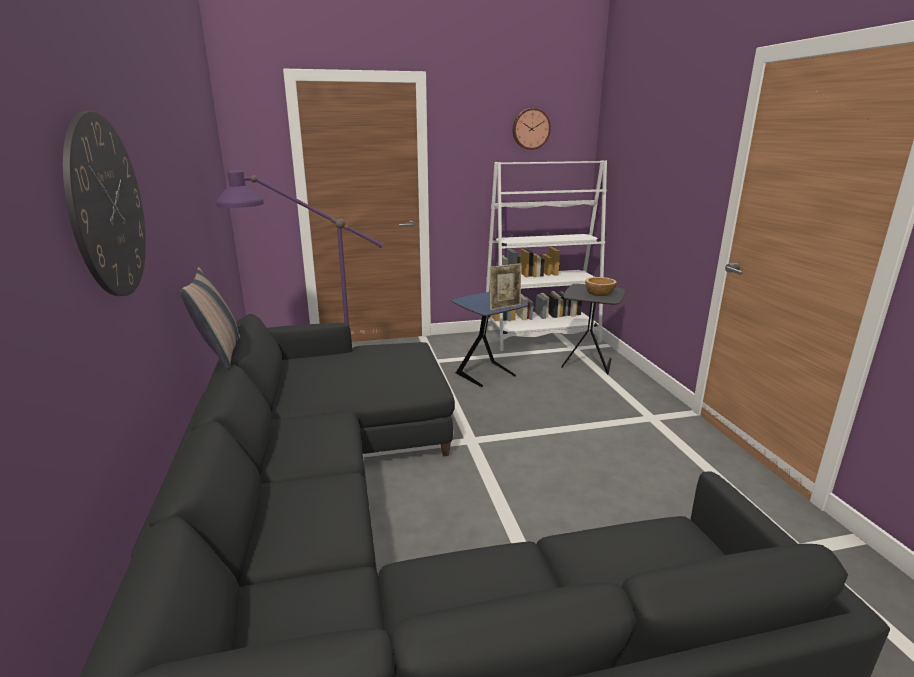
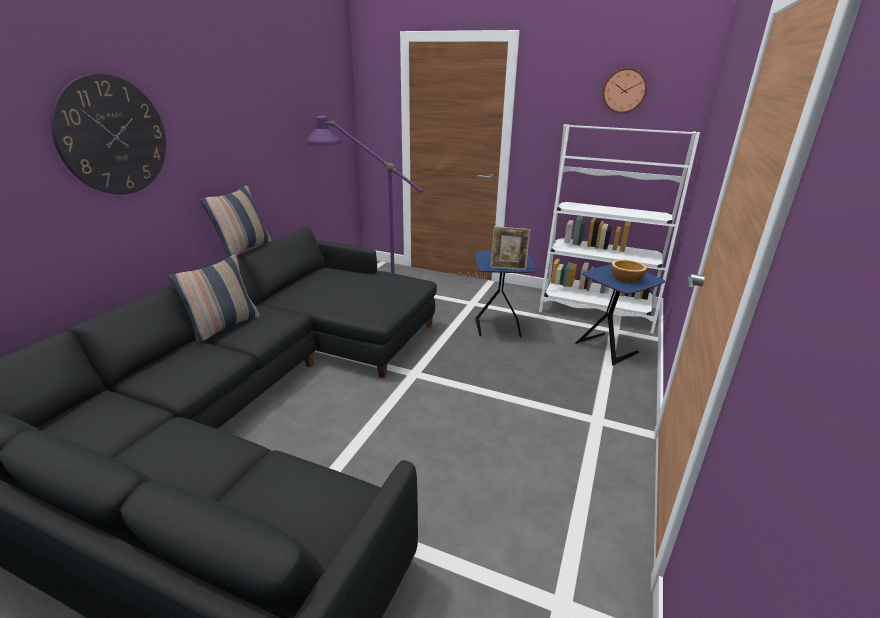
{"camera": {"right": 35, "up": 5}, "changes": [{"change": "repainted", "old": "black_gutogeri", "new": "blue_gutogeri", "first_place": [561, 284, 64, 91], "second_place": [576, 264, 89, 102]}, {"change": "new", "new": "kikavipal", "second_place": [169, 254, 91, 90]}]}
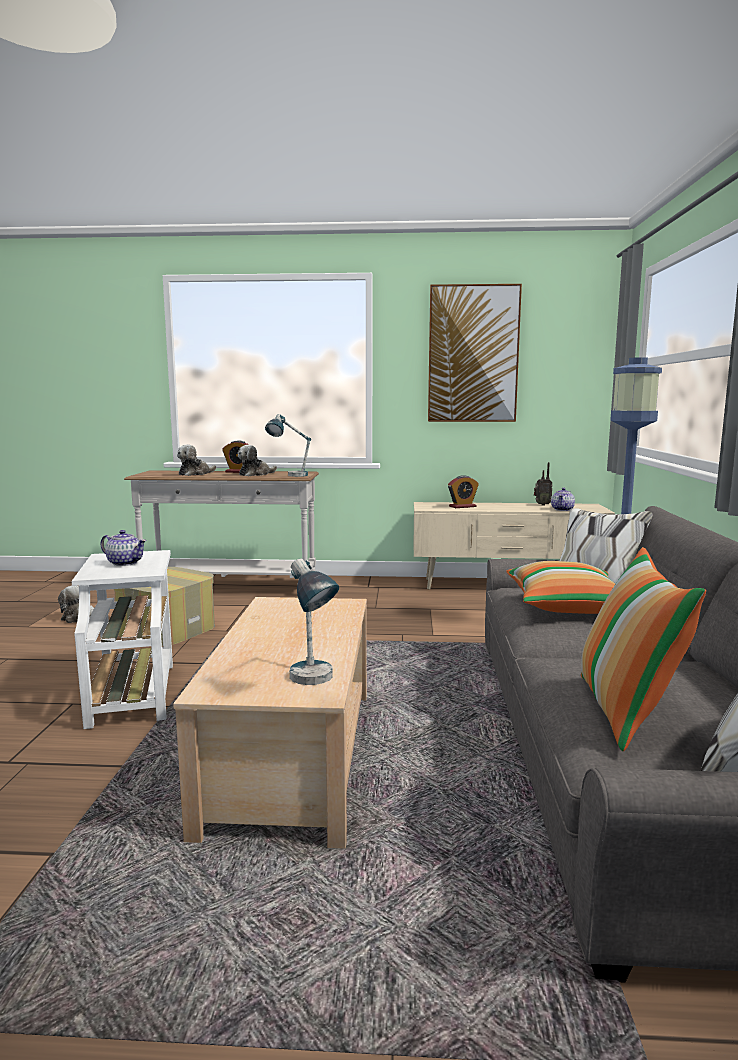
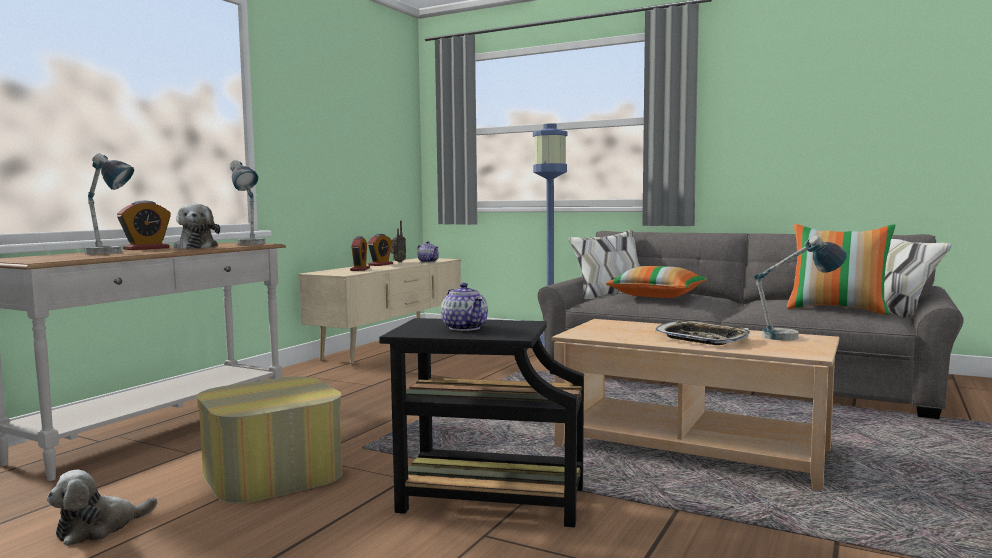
{"camera": {"right": -65, "up": -5}, "changes": [{"change": "repainted", "old": "white_gutogeri", "new": "black_gutogeri", "first_place": [72, 550, 101, 179], "second_place": [379, 318, 205, 209]}, {"change": "rotated", "old": "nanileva", "first_place": [101, 530, 46, 36], "second_place": [441, 283, 47, 48], "degrees": 105}, {"change": "swapped", "old": "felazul", "new": "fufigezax", "first_place": [177, 444, 39, 32], "second_place": [84, 153, 50, 101]}, {"change": "gone", "old": "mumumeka", "first_place": [428, 284, 94, 138]}, {"change": "new", "new": "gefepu", "second_place": [368, 234, 25, 32]}, {"change": "new", "new": "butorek", "second_place": [655, 320, 95, 25]}]}
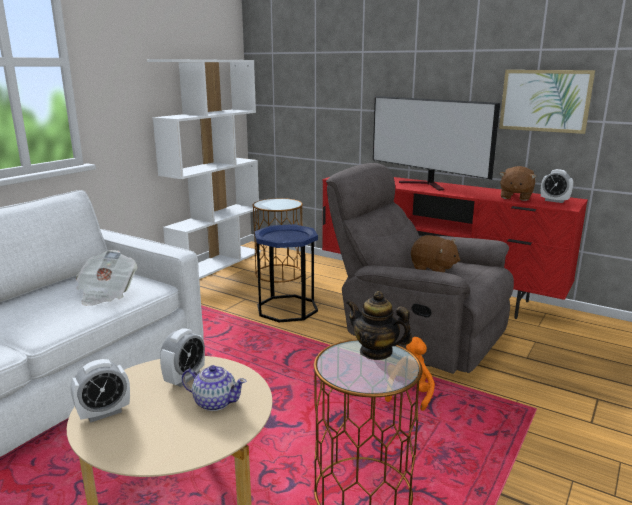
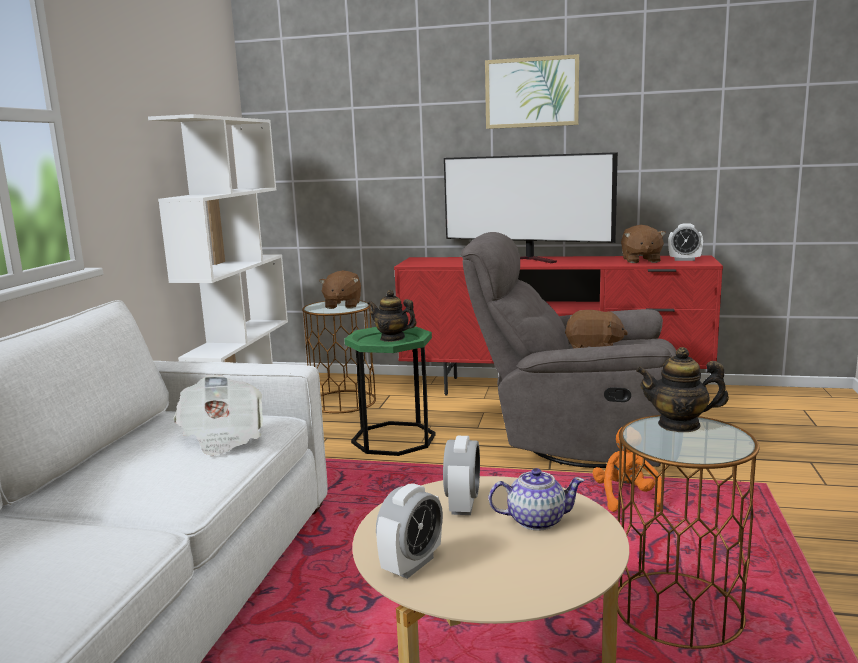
{"camera": {"right": -20, "up": -5}, "changes": [{"change": "repainted", "old": "blue_gutogeri", "new": "green_gutogeri", "first_place": [255, 224, 63, 98], "second_place": [344, 326, 92, 130]}, {"change": "shifted", "old": "mumumeka", "first_place": [499, 70, 96, 64], "second_place": [485, 54, 94, 75]}, {"change": "new", "new": "brown_felazul", "second_place": [319, 270, 42, 39]}, {"change": "new", "new": "nanileva", "second_place": [368, 290, 49, 52]}]}
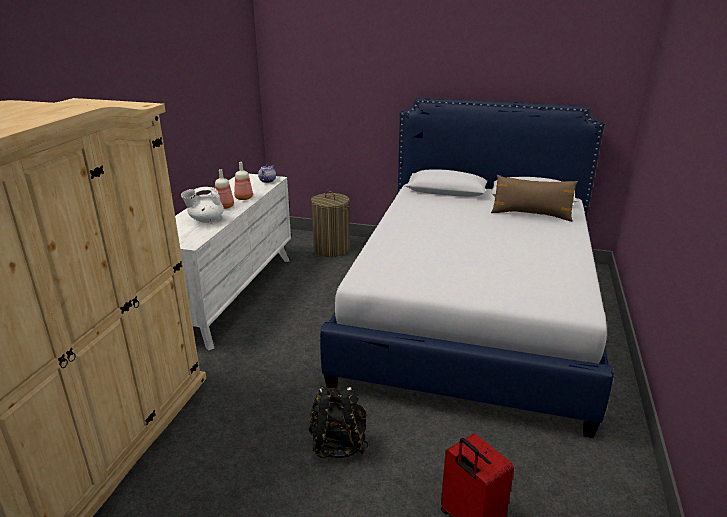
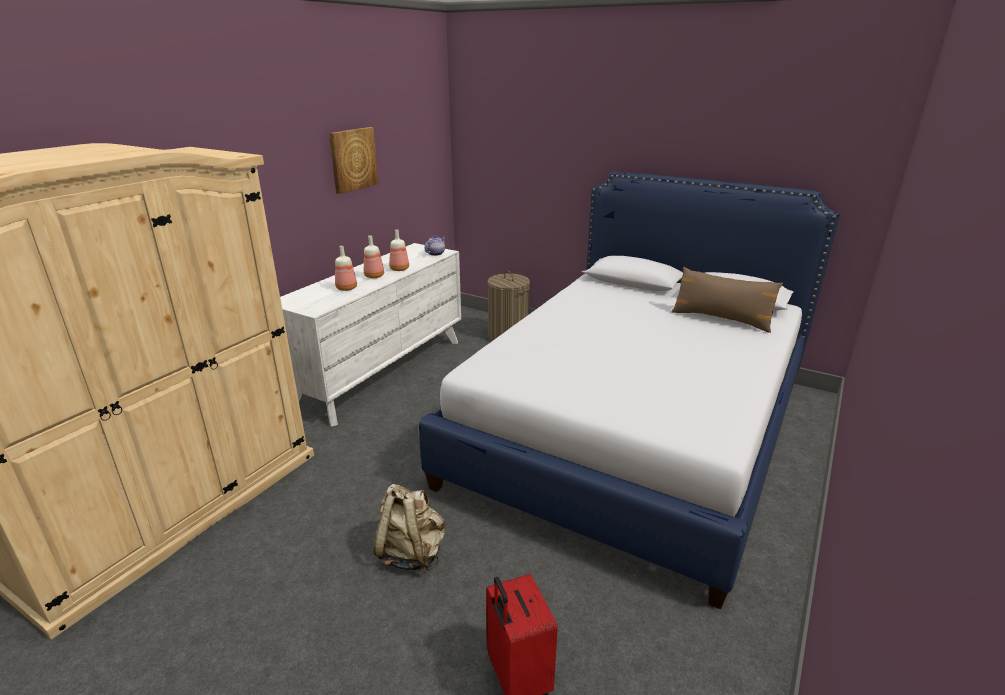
{"camera": {"right": 15, "up": 0}, "changes": [{"change": "swapped", "old": "white_nanileva", "new": "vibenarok", "first_place": [181, 187, 43, 36], "second_place": [335, 246, 22, 45]}, {"change": "repainted", "old": "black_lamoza", "new": "beige_lamoza", "first_place": [309, 386, 60, 72], "second_place": [374, 484, 71, 86]}, {"change": "new", "new": "mumumeka", "second_place": [329, 127, 50, 67]}]}
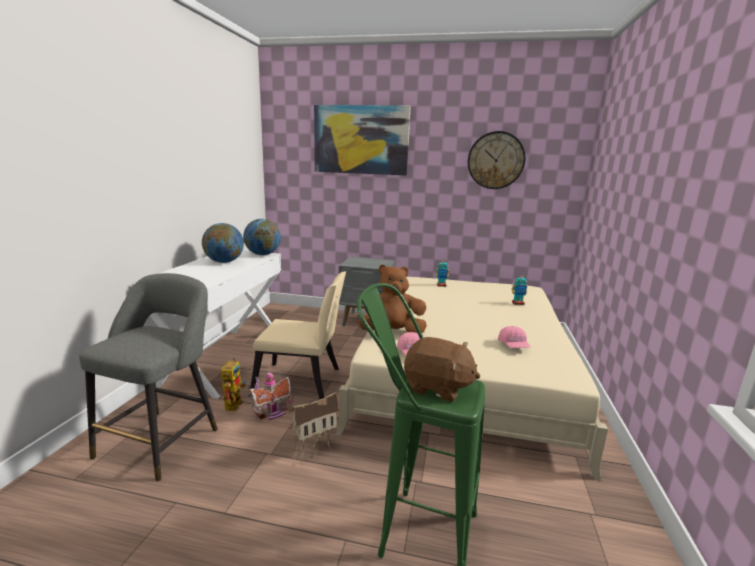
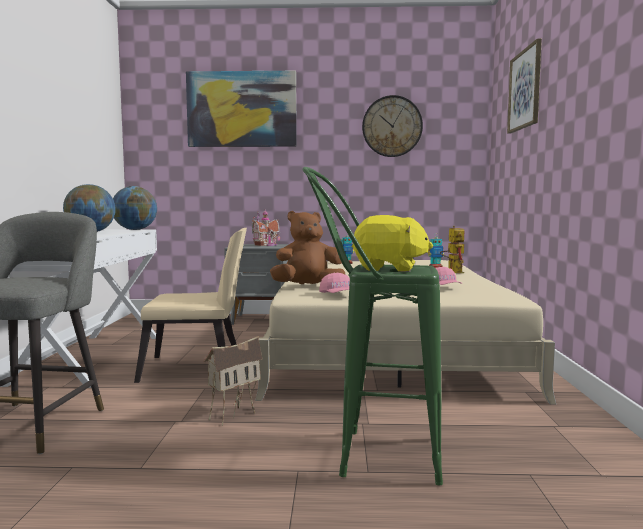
{"camera": {"right": -10, "up": -10}, "changes": [{"change": "shifted", "old": "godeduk", "first_place": [221, 357, 25, 54], "second_place": [440, 226, 24, 47]}, {"change": "shifted", "old": "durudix", "first_place": [247, 372, 46, 48], "second_place": [252, 209, 28, 37]}, {"change": "repainted", "old": "brown_felazul", "new": "yellow_felazul", "first_place": [404, 337, 76, 65], "second_place": [352, 215, 81, 57]}, {"change": "new", "new": "mumumeka", "second_place": [507, 39, 35, 94]}]}
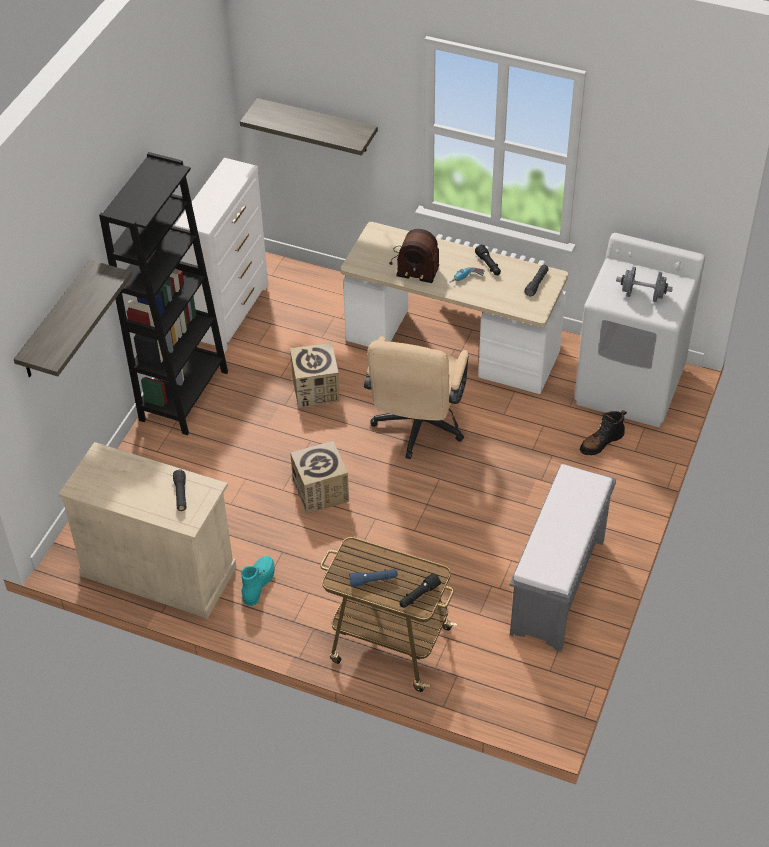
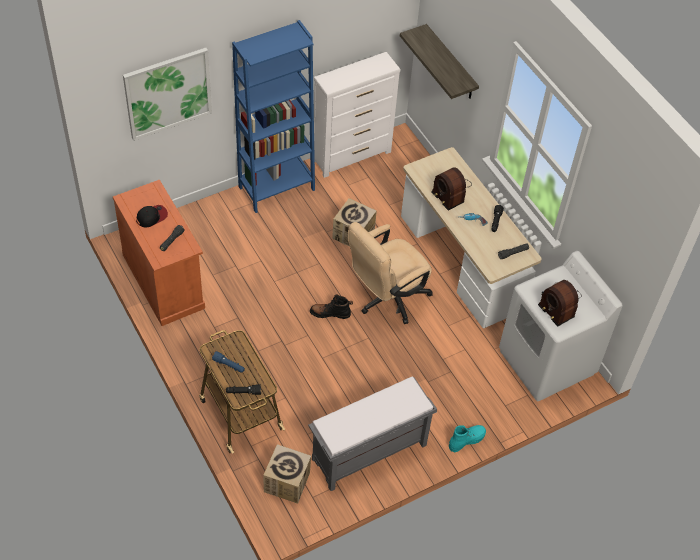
{"camera": {"right": 35, "up": 5}, "changes": [{"change": "swapped", "old": "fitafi", "new": "mumumeka", "first_place": [14, 260, 118, 117], "second_place": [123, 48, 89, 93]}, {"change": "repainted", "old": "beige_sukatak", "new": "orange_sukatak", "first_place": [58, 442, 179, 177], "second_place": [113, 180, 92, 146]}, {"change": "repainted", "old": "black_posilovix", "new": "blue_posilovix", "first_place": [99, 152, 129, 283], "second_place": [232, 20, 83, 193]}, {"change": "shifted", "old": "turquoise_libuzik", "first_place": [241, 556, 33, 50], "second_place": [449, 425, 37, 27]}, {"change": "shifted", "old": "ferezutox", "first_place": [290, 441, 59, 73], "second_place": [263, 444, 48, 60]}, {"change": "shifted", "old": "black_libuzik", "first_place": [580, 410, 47, 45], "second_place": [310, 294, 43, 25]}, {"change": "swapped", "old": "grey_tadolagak", "new": "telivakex", "first_place": [616, 267, 57, 35], "second_place": [538, 280, 44, 46]}, {"change": "new", "new": "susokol", "second_place": [136, 205, 32, 22]}]}
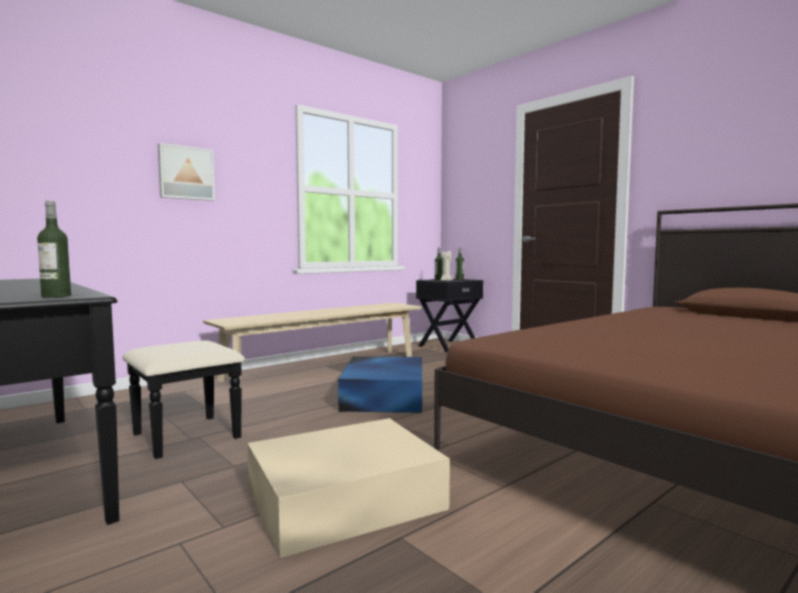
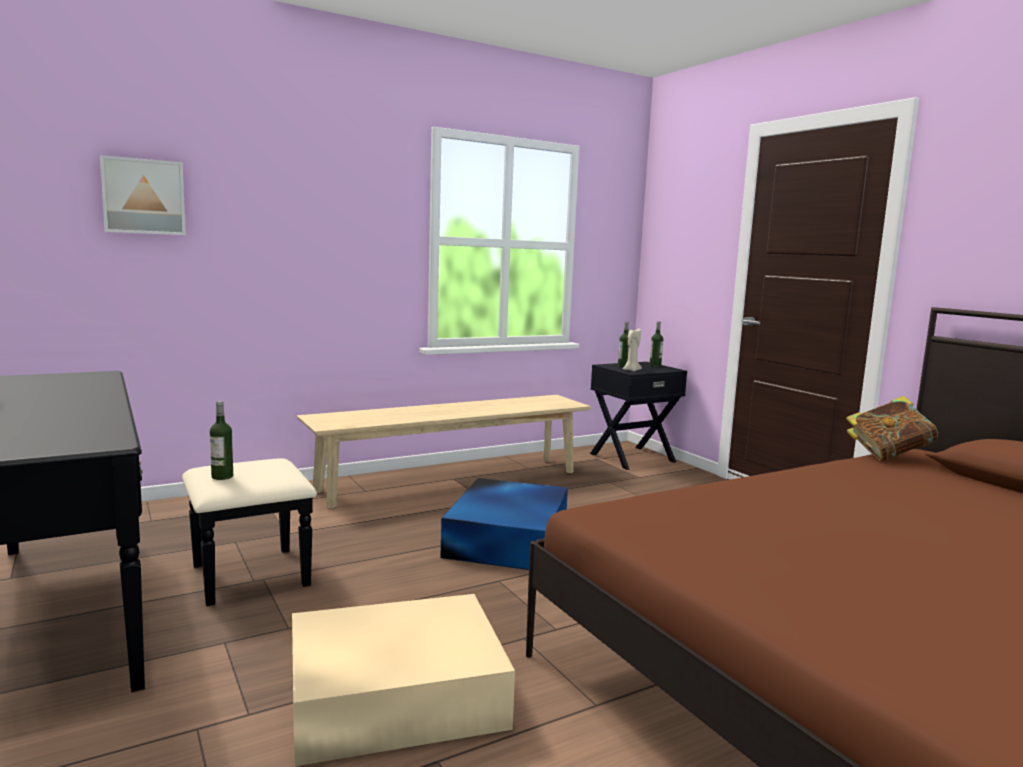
{"camera": {"right": 10, "up": 5}, "changes": [{"change": "shifted", "old": "vibenarok", "first_place": [37, 201, 34, 97], "second_place": [210, 401, 23, 79]}, {"change": "shifted", "old": "mumumeka", "first_place": [158, 143, 57, 58], "second_place": [100, 155, 86, 80]}, {"change": "new", "new": "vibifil", "second_place": [846, 396, 93, 65]}]}
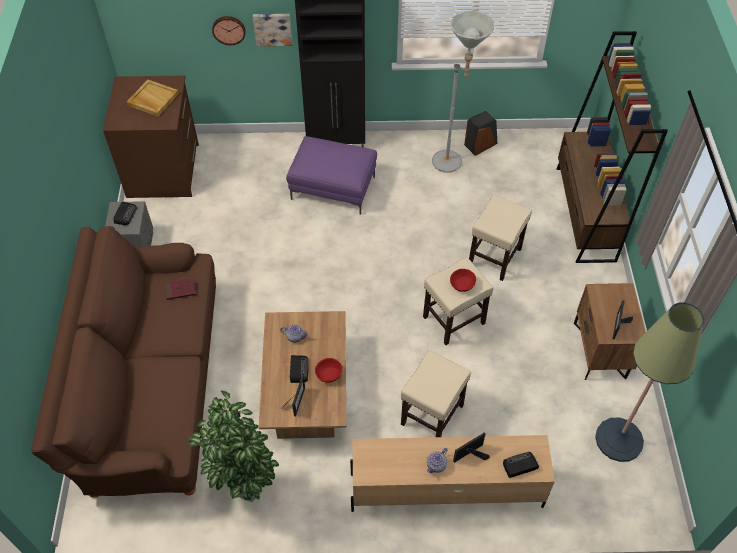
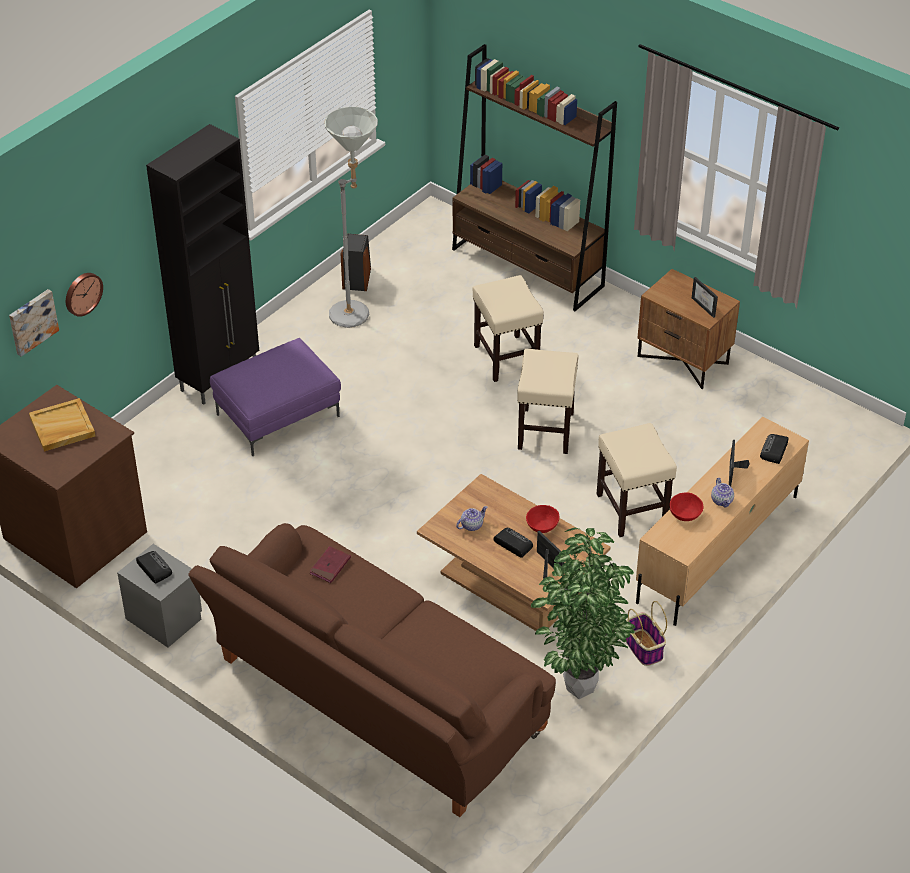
{"camera": {"right": -50, "up": -10}, "changes": [{"change": "shifted", "old": "mumumeka", "first_place": [253, 14, 39, 32], "second_place": [9, 289, 50, 68]}, {"change": "shifted", "old": "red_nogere", "first_place": [450, 269, 26, 23], "second_place": [670, 492, 33, 29]}, {"change": "gone", "old": "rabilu", "first_place": [595, 302, 109, 160]}, {"change": "new", "new": "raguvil", "second_place": [626, 601, 41, 65]}]}
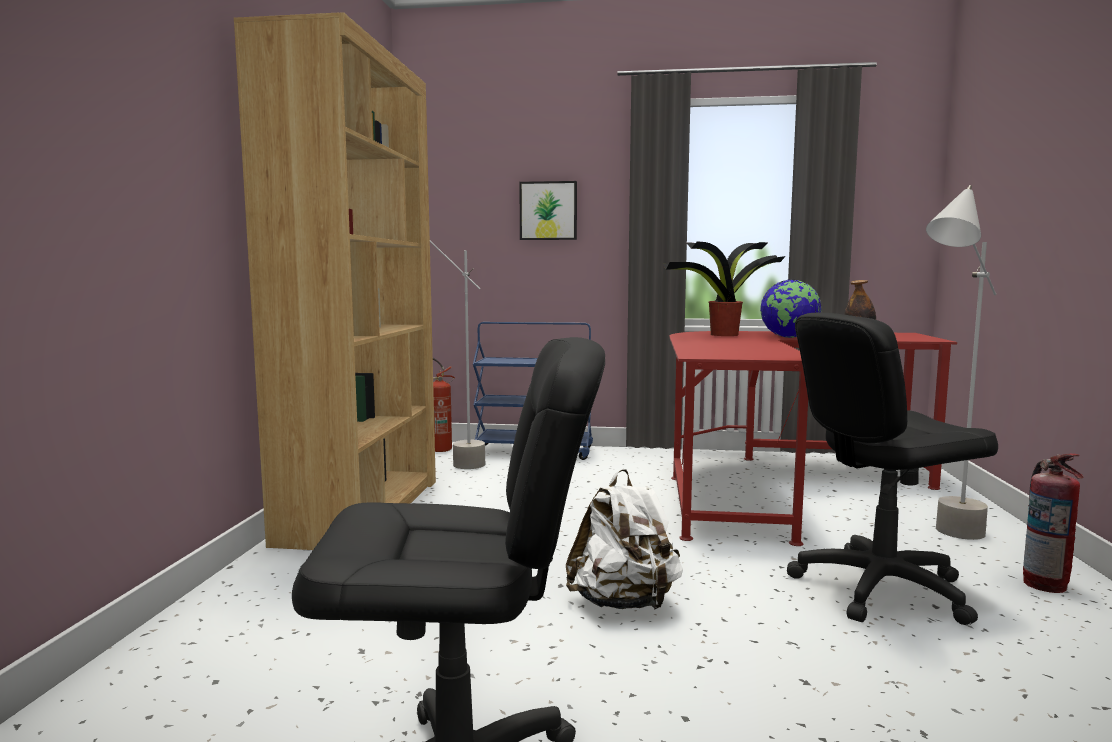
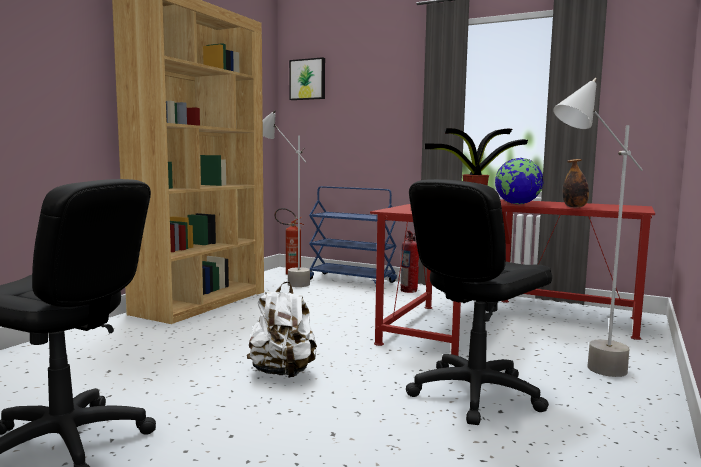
{"camera": {"right": 20, "up": 0}, "changes": [{"change": "shifted", "old": "mumumeka", "first_place": [519, 181, 58, 59], "second_place": [289, 57, 36, 43]}, {"change": "rotated", "old": "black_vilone", "first_place": [787, 313, 211, 312], "second_place": [406, 179, 146, 246], "degrees": -45}, {"change": "shifted", "old": "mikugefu", "first_place": [1023, 454, 60, 139], "second_place": [400, 230, 19, 63]}]}
